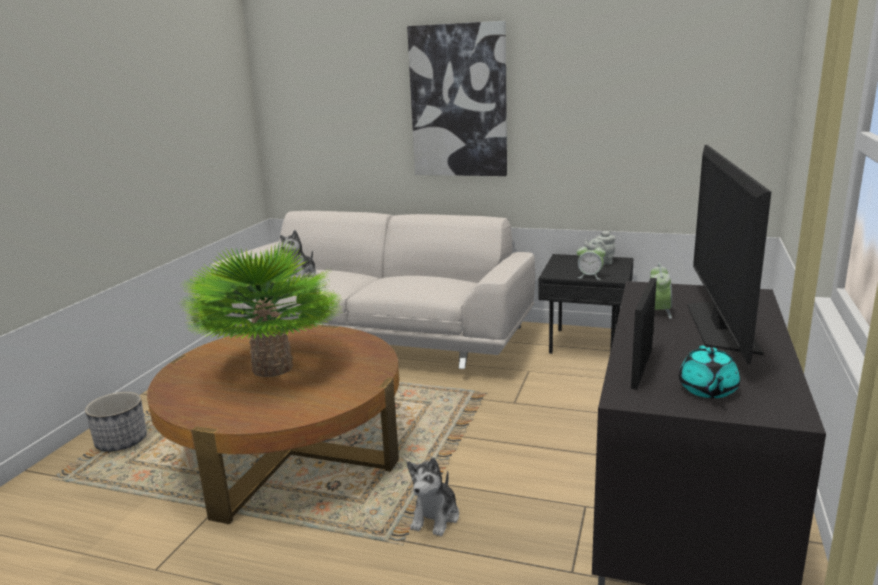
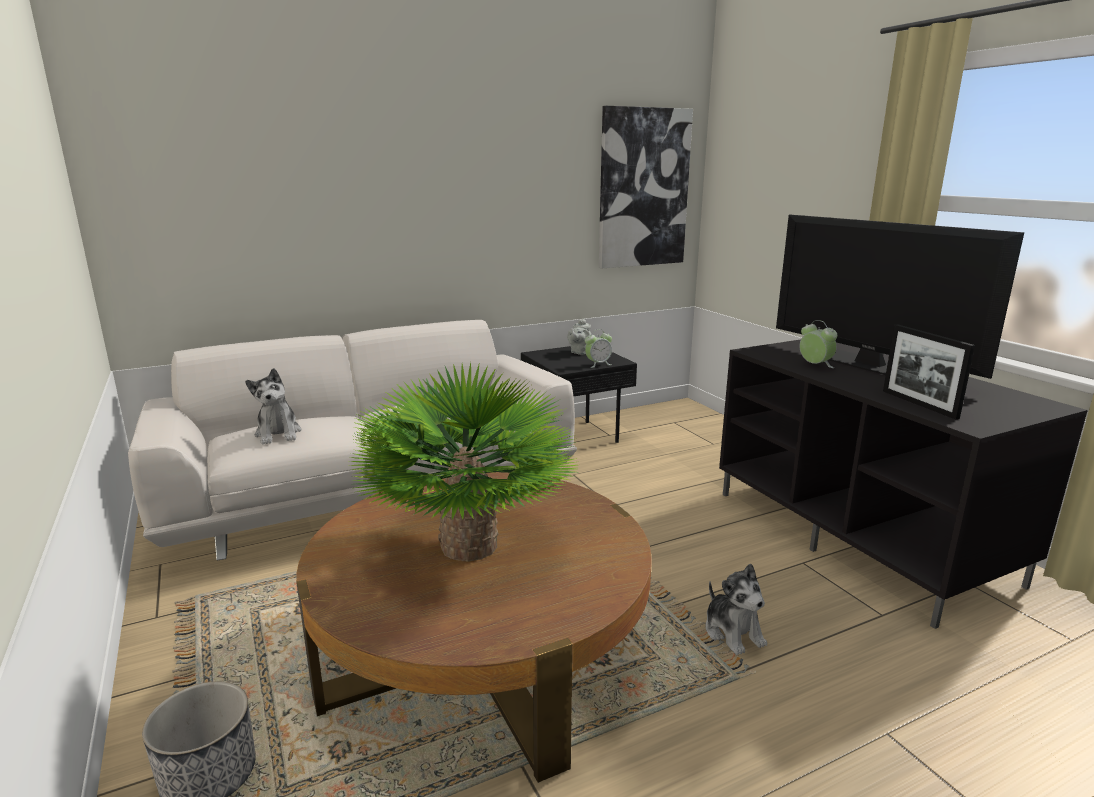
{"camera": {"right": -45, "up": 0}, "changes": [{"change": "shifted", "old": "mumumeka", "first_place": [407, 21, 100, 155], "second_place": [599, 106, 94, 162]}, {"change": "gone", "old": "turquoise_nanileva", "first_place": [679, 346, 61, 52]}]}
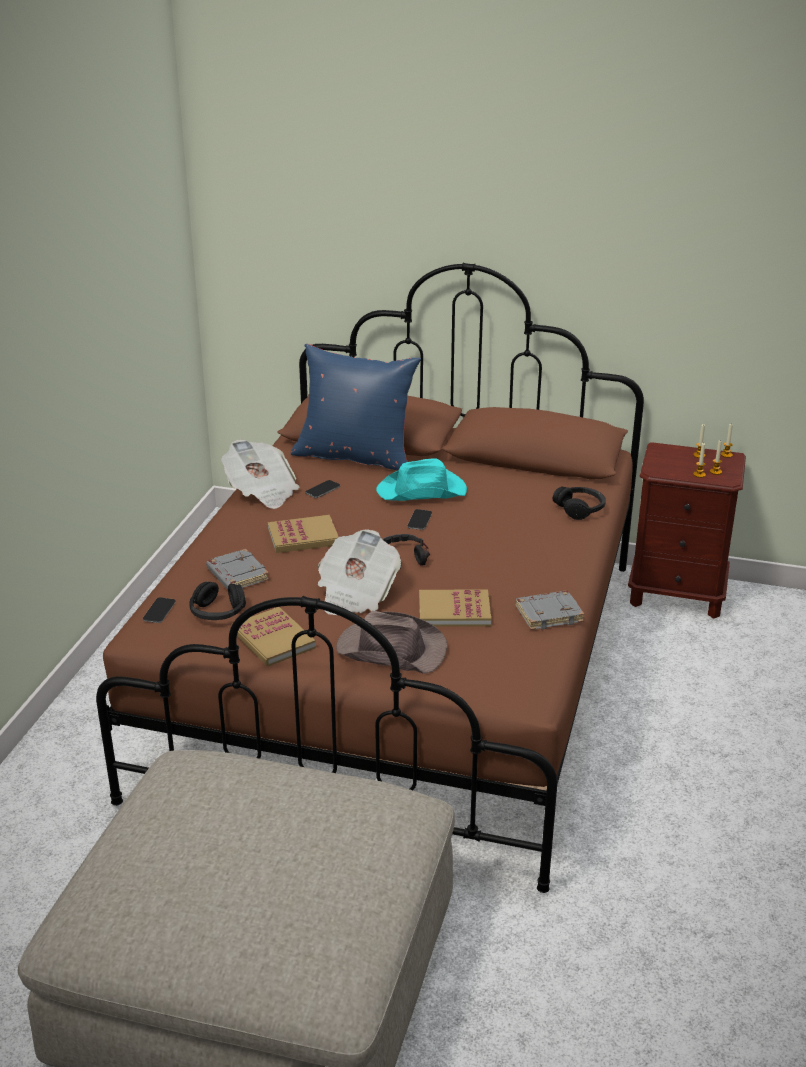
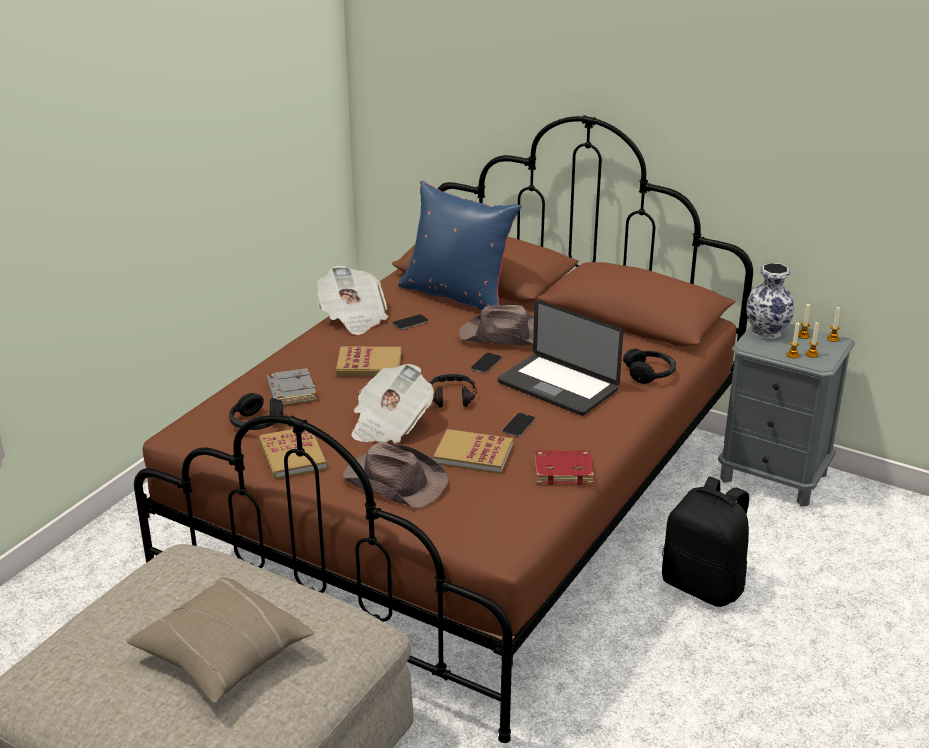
{"camera": {"right": 15, "up": 0}, "changes": [{"change": "shifted", "old": "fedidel", "first_place": [143, 597, 33, 26], "second_place": [502, 413, 33, 24]}, {"change": "repainted", "old": "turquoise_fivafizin", "new": "brown_fivafizin", "first_place": [376, 458, 91, 43], "second_place": [459, 305, 75, 41]}, {"change": "repainted", "old": "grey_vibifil", "new": "red_vibifil", "first_place": [515, 590, 69, 40], "second_place": [535, 450, 59, 35]}, {"change": "repainted", "old": "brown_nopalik", "new": "grey_nopalik", "first_place": [628, 442, 118, 177], "second_place": [718, 324, 137, 183]}, {"change": "new", "new": "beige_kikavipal", "second_place": [127, 577, 187, 126]}, {"change": "new", "new": "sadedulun", "second_place": [498, 300, 125, 116]}, {"change": "new", "new": "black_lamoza", "second_place": [662, 477, 87, 130]}, {"change": "new", "new": "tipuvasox", "second_place": [746, 263, 48, 76]}]}
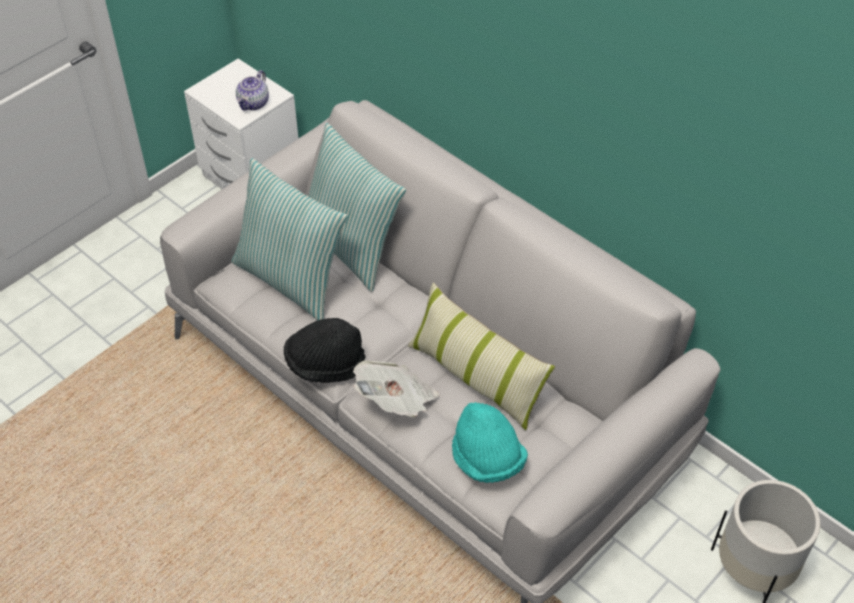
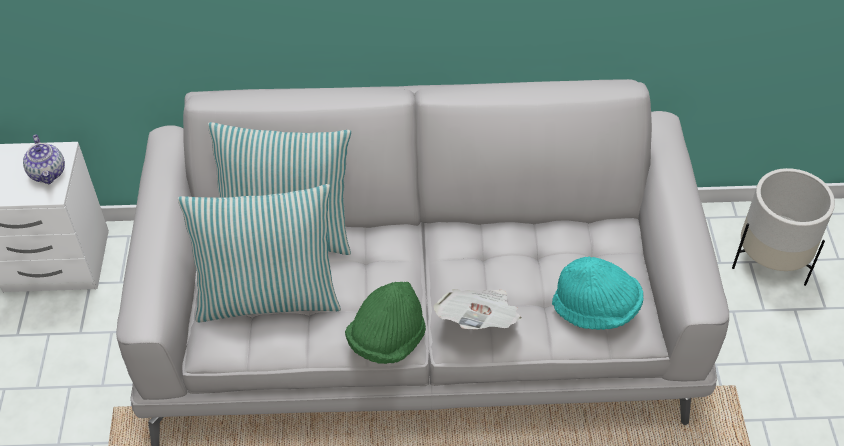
{"camera": {"right": -45, "up": 0}, "changes": [{"change": "repainted", "old": "black_fivafizin", "new": "green_fivafizin", "first_place": [284, 318, 82, 65], "second_place": [345, 282, 81, 82]}, {"change": "gone", "old": "kikavipal", "first_place": [408, 282, 147, 148]}]}
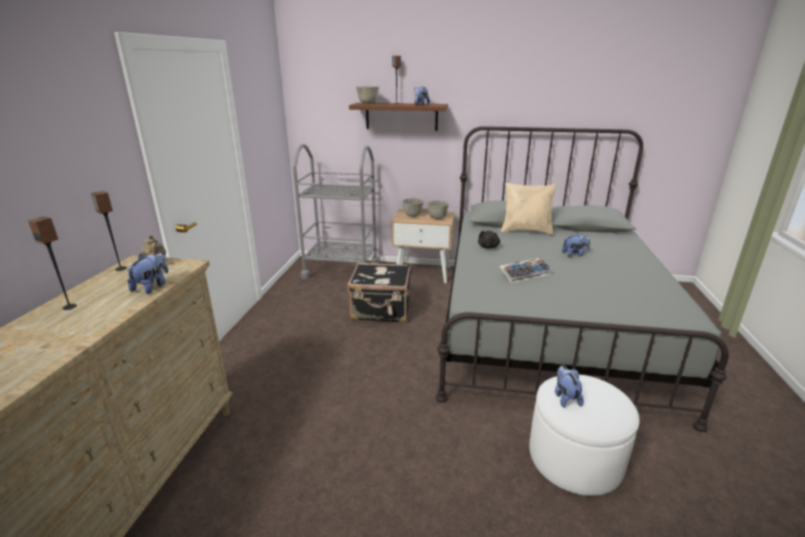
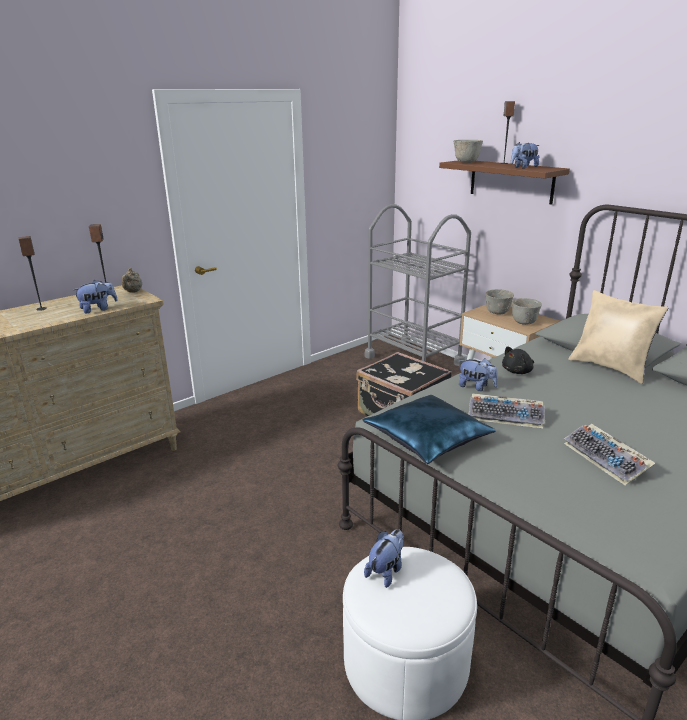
{"camera": {"right": 40, "up": 0}, "changes": [{"change": "shifted", "old": "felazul", "first_place": [562, 233, 28, 24], "second_place": [459, 358, 39, 33]}, {"change": "new", "new": "blue_kikavipal", "second_place": [363, 395, 133, 69]}, {"change": "new", "new": "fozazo", "second_place": [564, 424, 91, 61]}]}
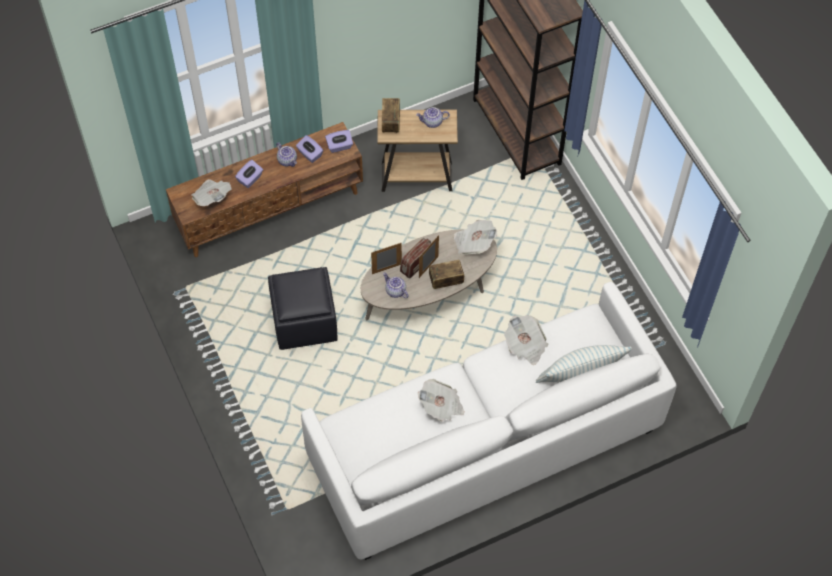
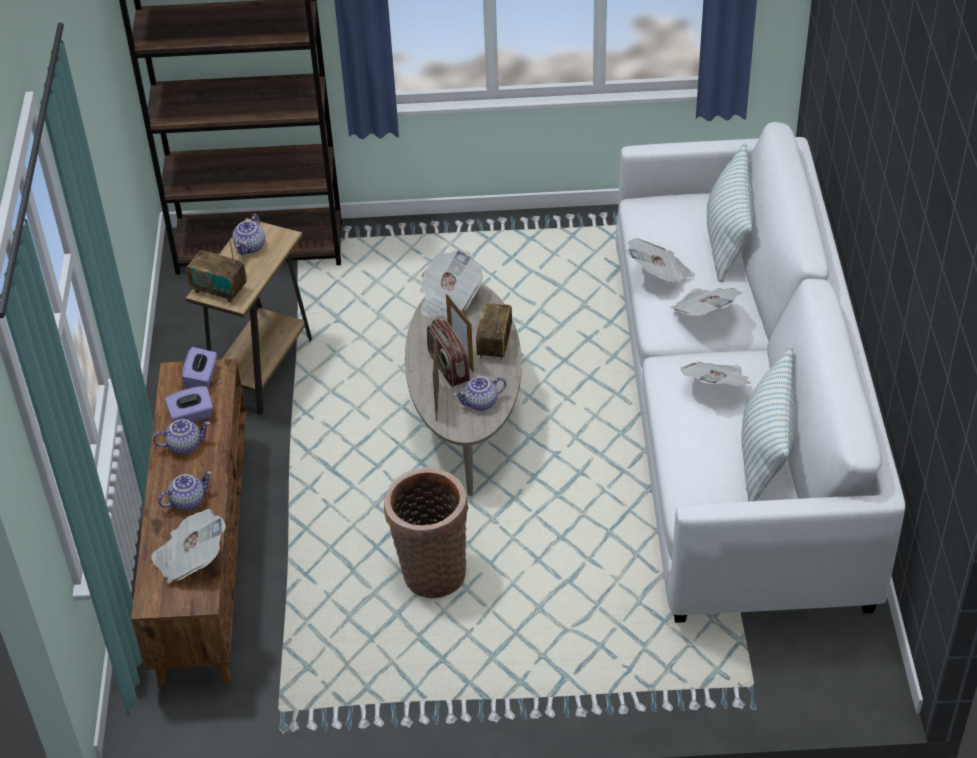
{"camera": {"right": -65, "up": -15}, "changes": [{"change": "swapped", "old": "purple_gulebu", "new": "nanileva", "first_place": [235, 160, 28, 28], "second_place": [158, 471, 54, 39]}, {"change": "swapped", "old": "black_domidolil", "new": "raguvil", "first_place": [268, 267, 70, 83], "second_place": [384, 467, 85, 132]}, {"change": "new", "new": "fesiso", "second_place": [671, 288, 71, 28]}, {"change": "new", "new": "kikavipal", "second_place": [741, 346, 56, 155]}]}
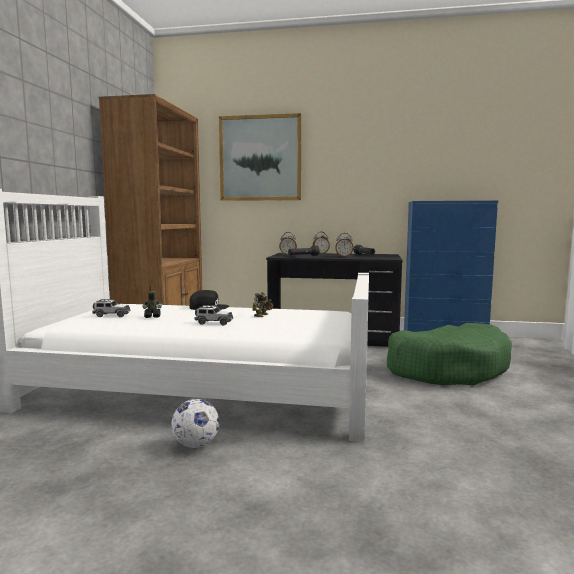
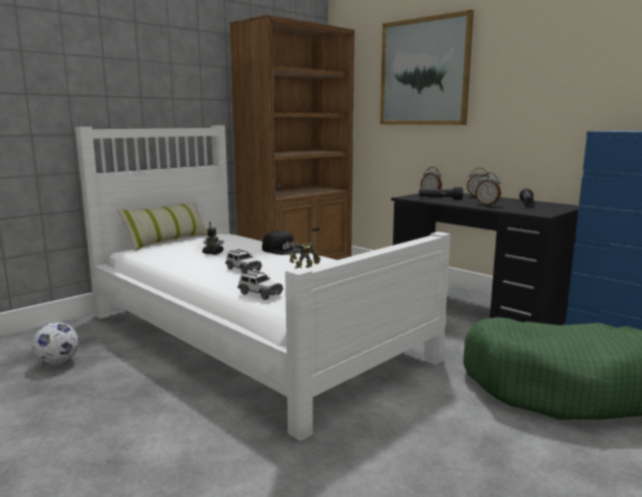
{"camera": {"right": 35, "up": 5}, "changes": [{"change": "shifted", "old": "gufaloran", "first_place": [92, 299, 38, 18], "second_place": [237, 270, 46, 30]}, {"change": "shifted", "old": "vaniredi", "first_place": [171, 399, 49, 49], "second_place": [32, 322, 47, 43]}, {"change": "new", "new": "kikavipal", "second_place": [117, 202, 91, 49]}]}
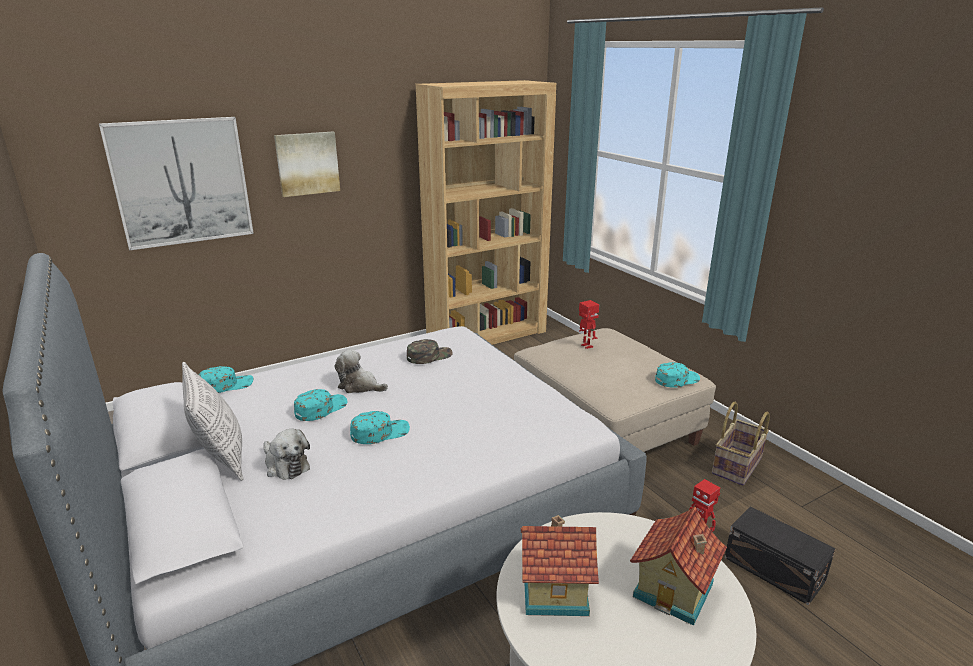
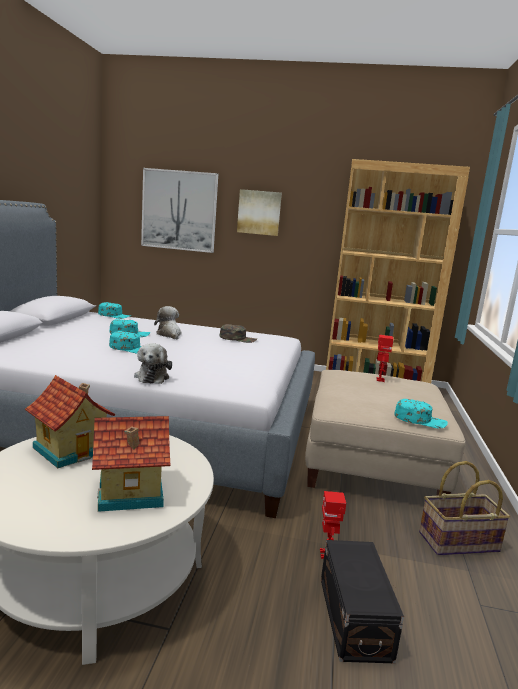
{"camera": {"right": 40, "up": -10}, "changes": [{"change": "gone", "old": "kikavipal", "first_place": [182, 362, 61, 119]}, {"change": "shifted", "old": "felazul", "first_place": [264, 428, 46, 52], "second_place": [134, 343, 38, 41]}]}
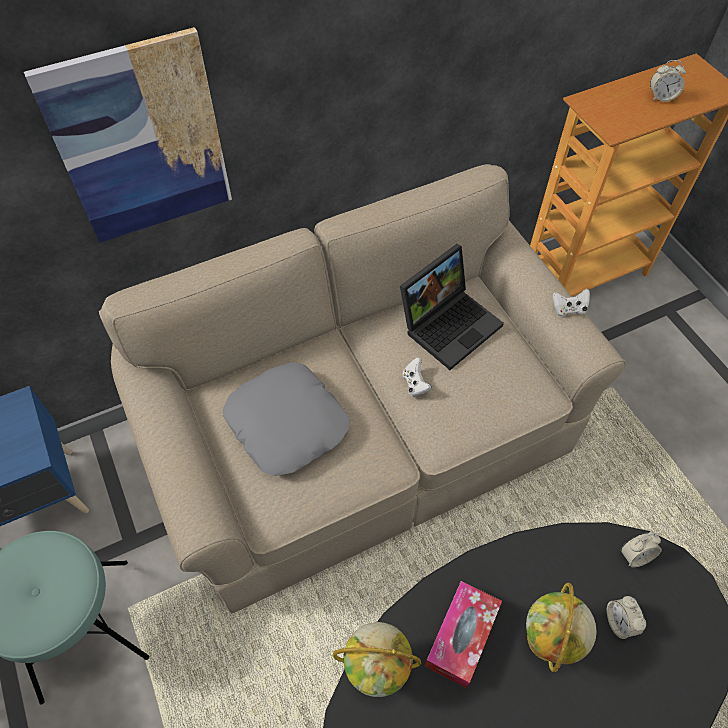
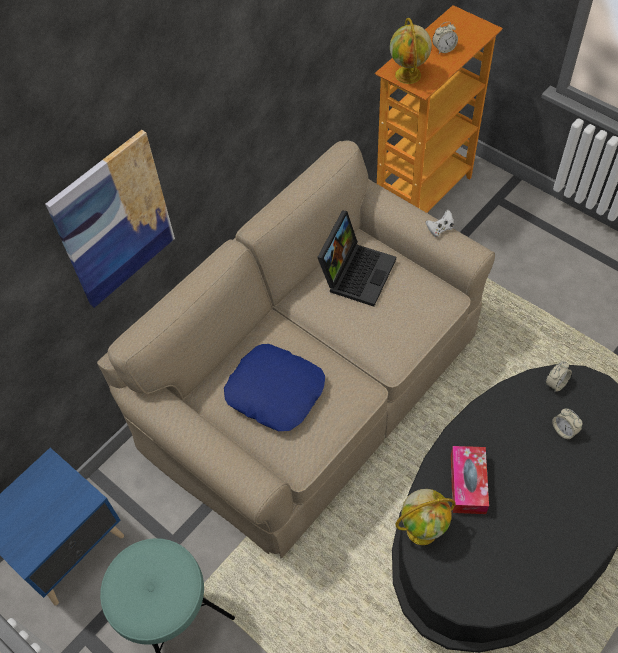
{"camera": {"right": -20, "up": 0}, "changes": [{"change": "repainted", "old": "grey_kikavipal", "new": "blue_kikavipal", "first_place": [223, 362, 127, 114], "second_place": [224, 344, 101, 87]}, {"change": "gone", "old": "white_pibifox", "first_place": [402, 357, 30, 40]}, {"change": "shifted", "old": "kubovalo", "first_place": [526, 582, 71, 90], "second_place": [390, 18, 42, 66]}]}
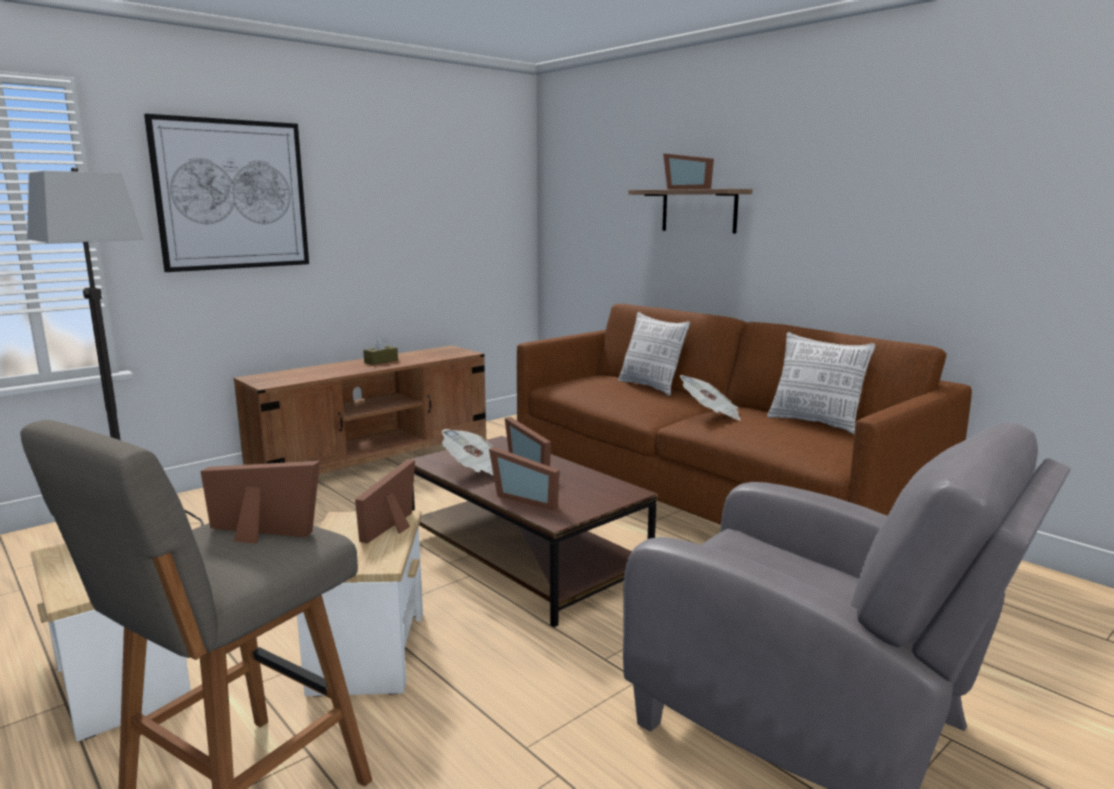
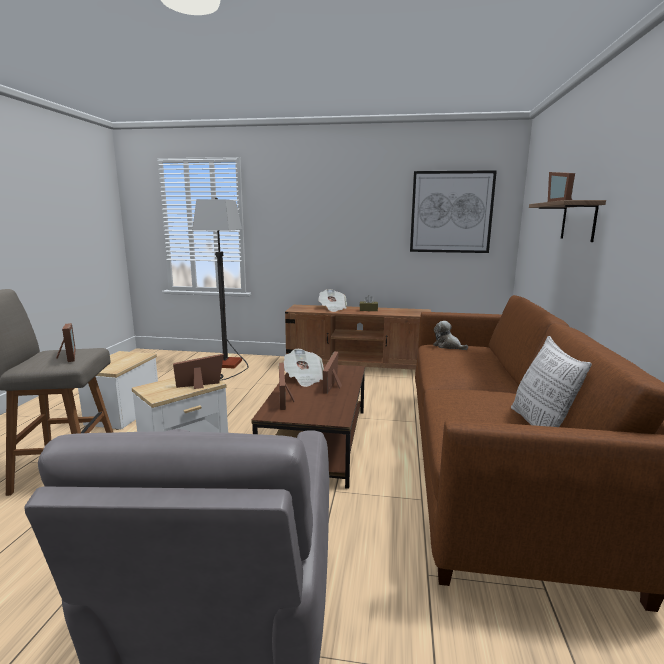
{"camera": {"right": 50, "up": 0}, "changes": [{"change": "shifted", "old": "mumumeka", "first_place": [144, 114, 165, 158], "second_place": [410, 170, 87, 83]}, {"change": "gone", "old": "kikavipal", "first_place": [618, 312, 72, 84]}, {"change": "shifted", "old": "fesiso", "first_place": [680, 375, 61, 45], "second_place": [318, 289, 29, 23]}, {"change": "new", "new": "felazul", "second_place": [433, 321, 35, 29]}]}
